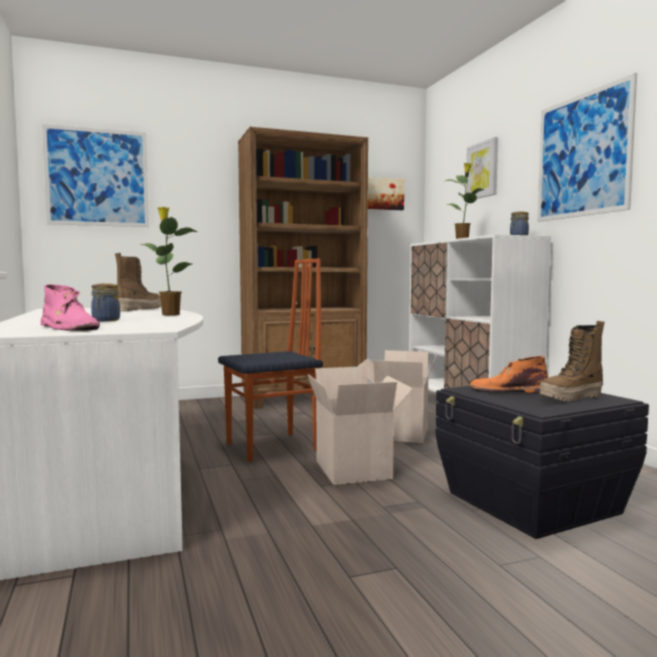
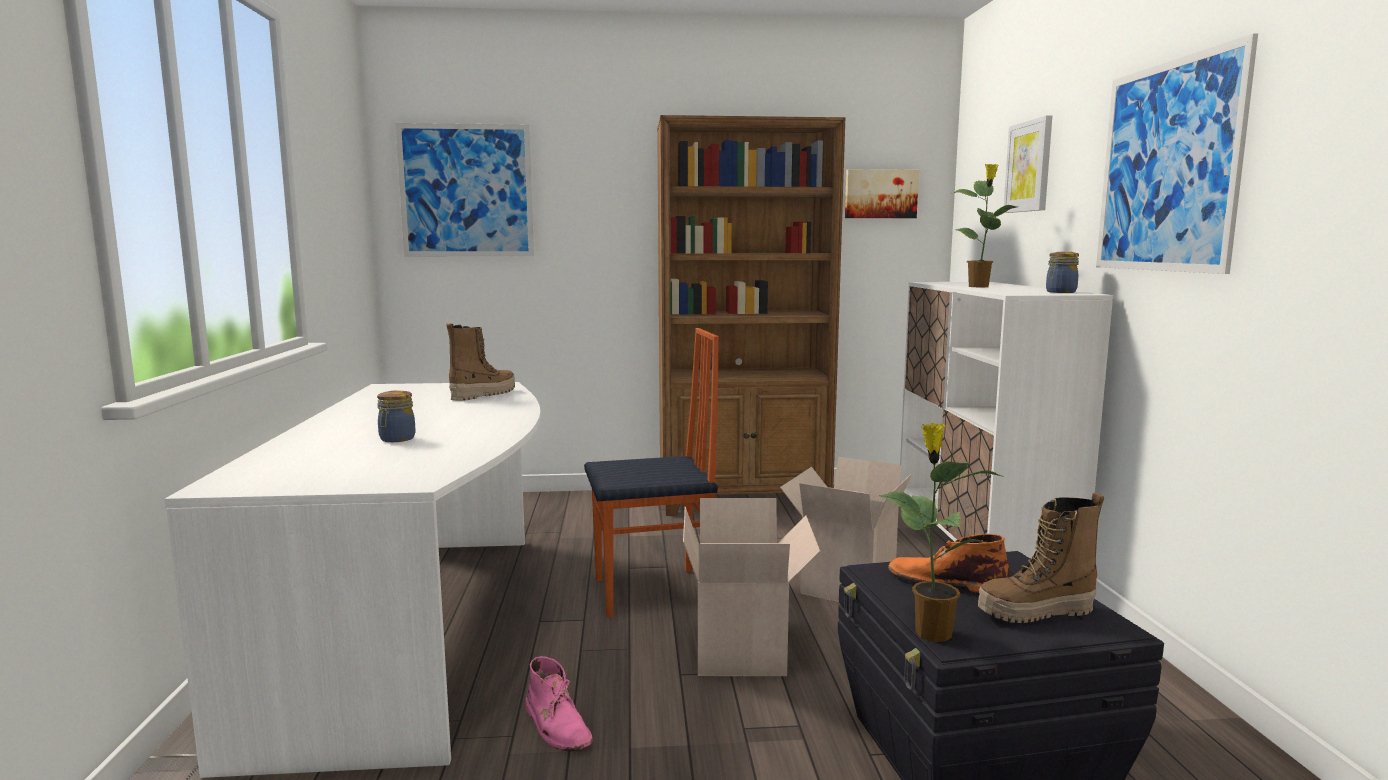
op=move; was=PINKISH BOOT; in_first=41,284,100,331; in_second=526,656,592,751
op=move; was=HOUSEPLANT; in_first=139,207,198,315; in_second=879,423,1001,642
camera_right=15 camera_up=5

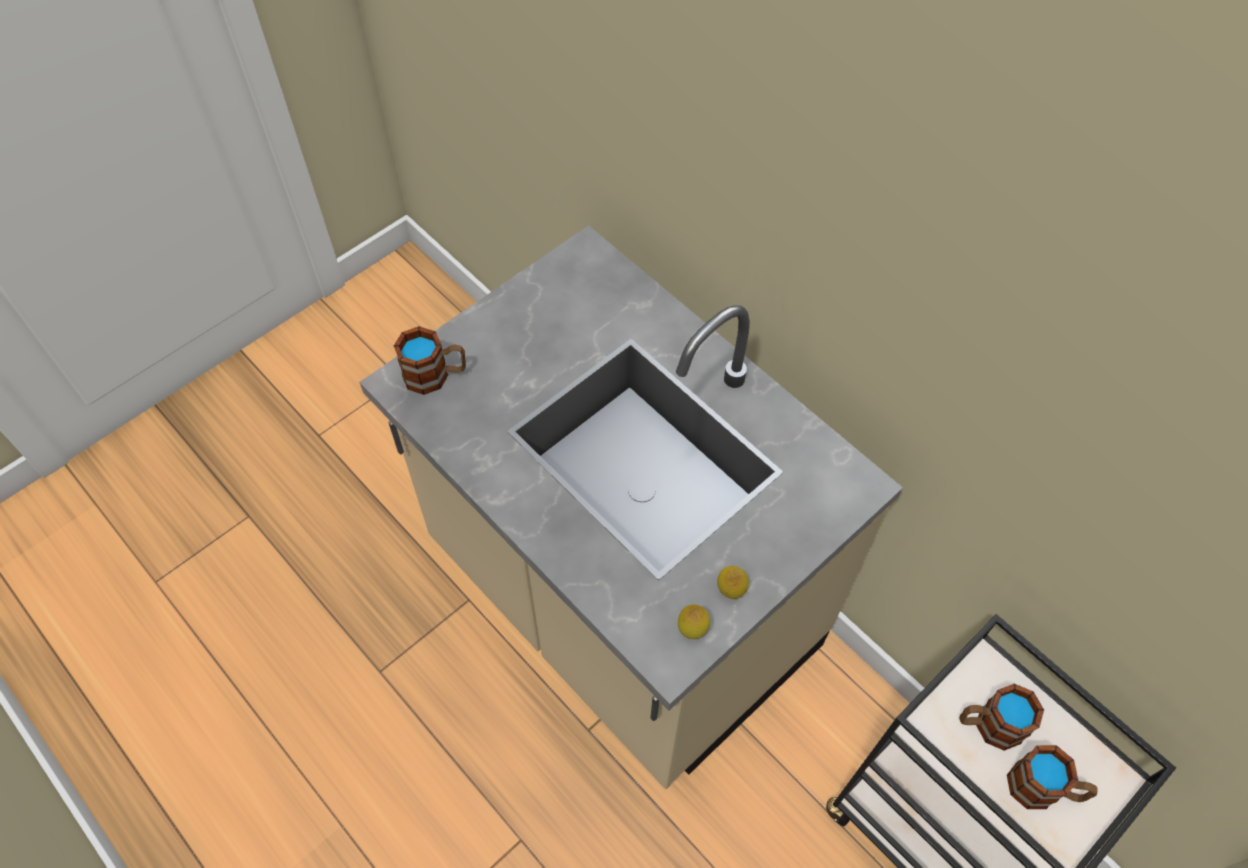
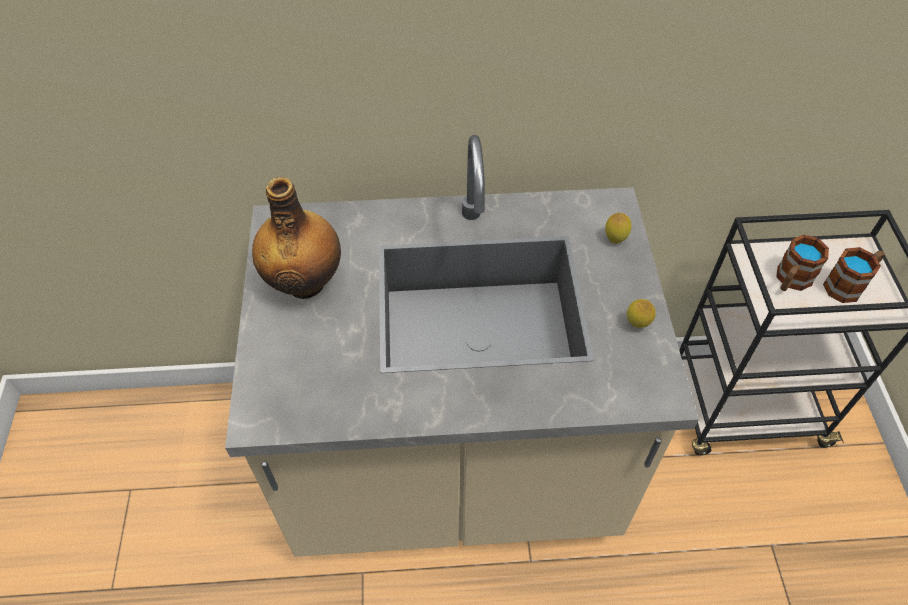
op=insert; now=BOTTLE; in_second=252,177,341,299
op=move; was=LEMON; in_first=678,604,710,639; in_second=605,213,632,244
op=delete; was=COFFEE MUG; in_first=394,326,466,395
camera_right=-50 camera_up=-5

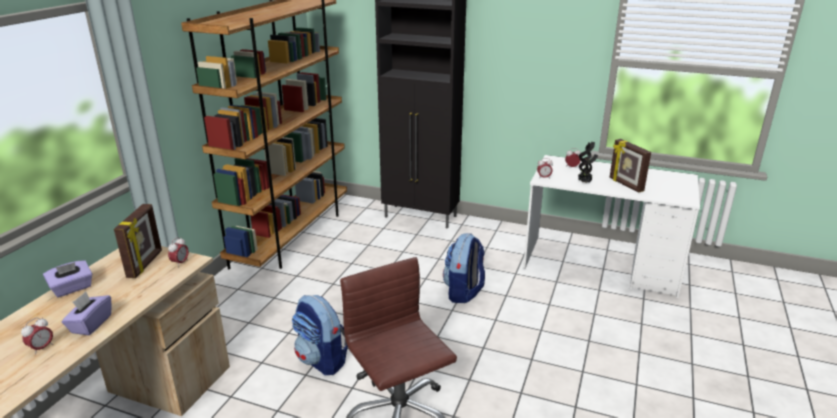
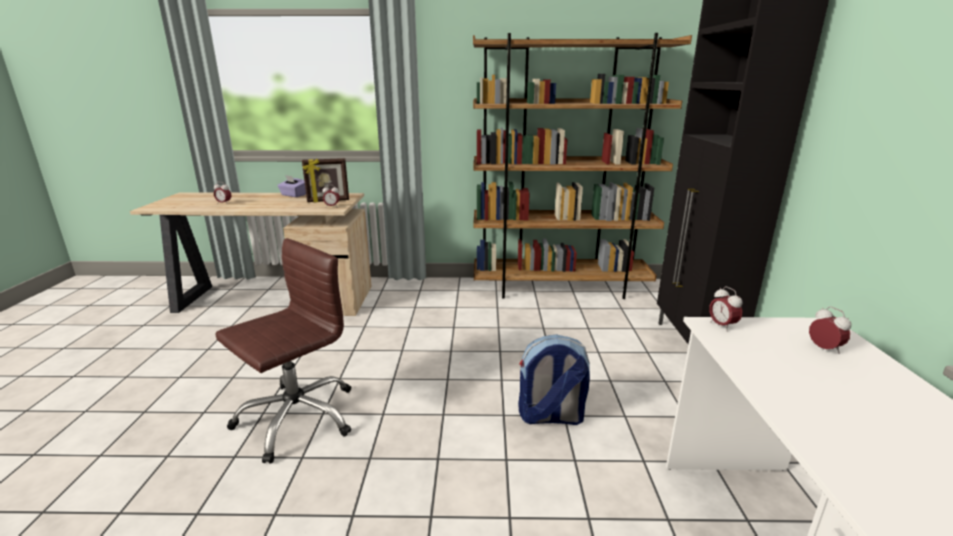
op=delete; was=PURPLE TISSUE BOX; in_first=62,292,112,335
op=delete; was=BACKPACK; in_first=292,295,348,375
op=delete; was=HOUSEPLANT; in_first=578,141,598,183
op=delete; was=PICTURE FRAME; in_first=609,139,651,193
camera_right=70 camera_up=-5

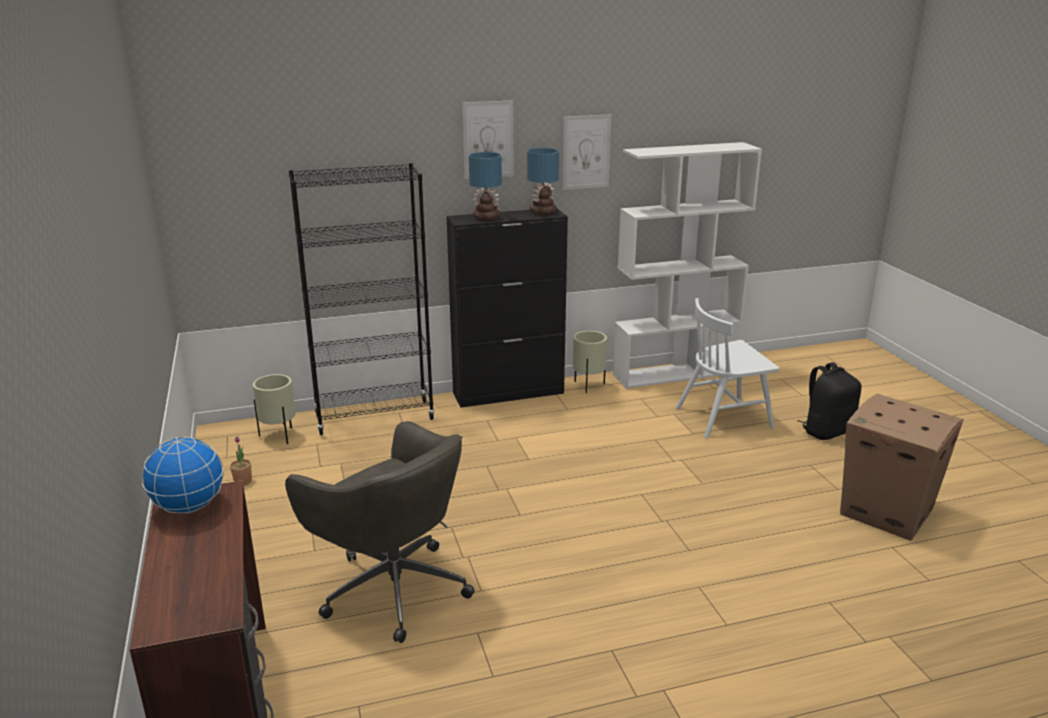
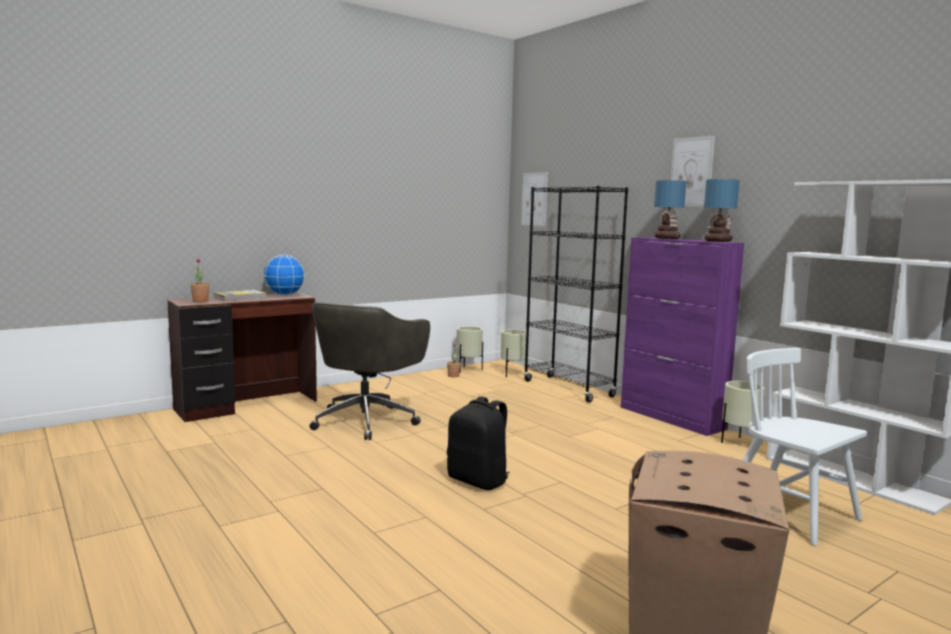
op=insert; now=HOUSEPLANT; in_second=191,257,209,302
op=insert; now=BOUND BOOK; in_second=214,290,266,302
op=move; was=BLACKISH BACKPACK; in_first=798,362,862,440; in_second=447,396,510,490
op=insert; now=BEIGE-COLOURED FLOWER POT; in_second=456,326,483,373
op=move; was=WALL PICTURE; in_first=563,114,611,190; in_second=521,172,548,226
op=recolor; was=BLACKISH STORAGE CABINET; now=PURPLE STORAGE CABINET; in_first=446,209,568,408; in_second=621,237,744,436
camera_right=70 camera_up=-15

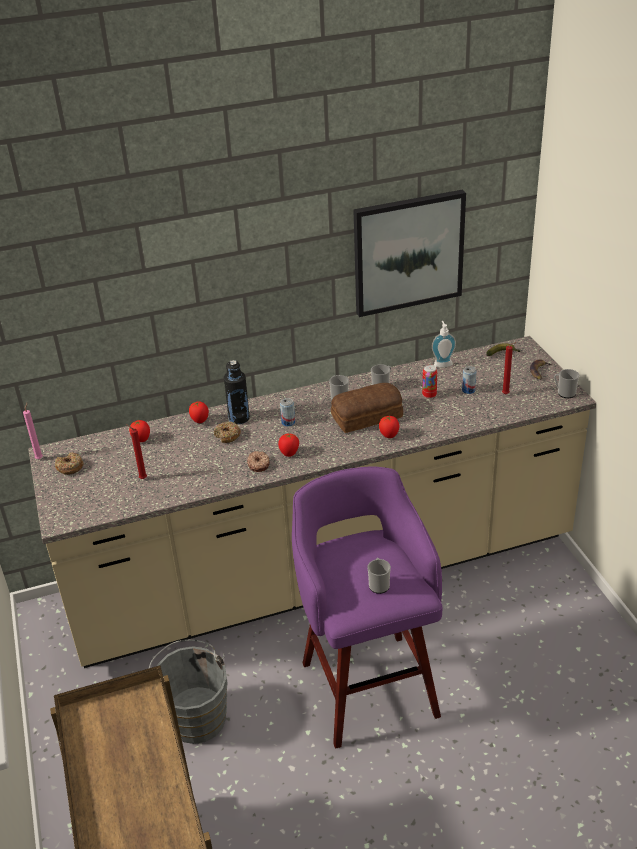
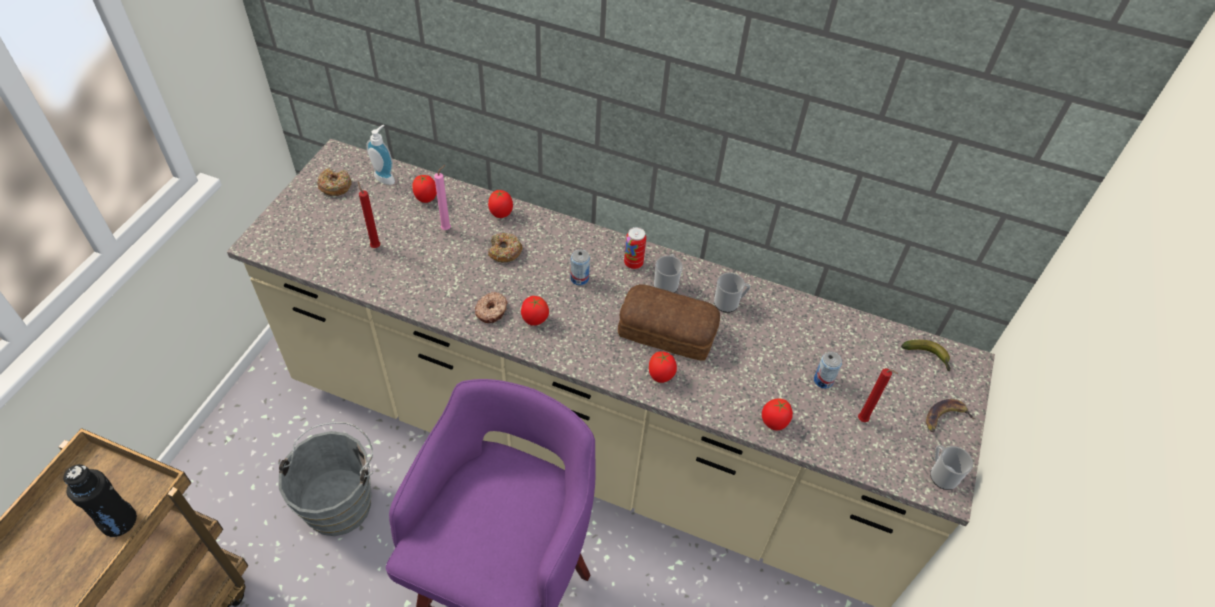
op=move; was=BLACKISH BOTTLE; in_first=224,360,250,424; in_second=63,464,137,537
op=move; was=SOAP BOTTLE; in_first=432,321,456,368; in_second=367,124,395,185
op=move; was=PINKISH WAX CANDLE; in_first=23,403,43,459; in_second=434,165,451,230
op=move; was=CAN; in_first=422,365,437,399; in_second=624,227,646,269
op=insert; now=TOMATO; in_second=762,399,793,430
op=delete; was=WALL PICTURE; in_first=353,190,466,317
op=delete; was=COFFEE MUG; in_first=367,558,391,594
camera_right=35 camera_up=15

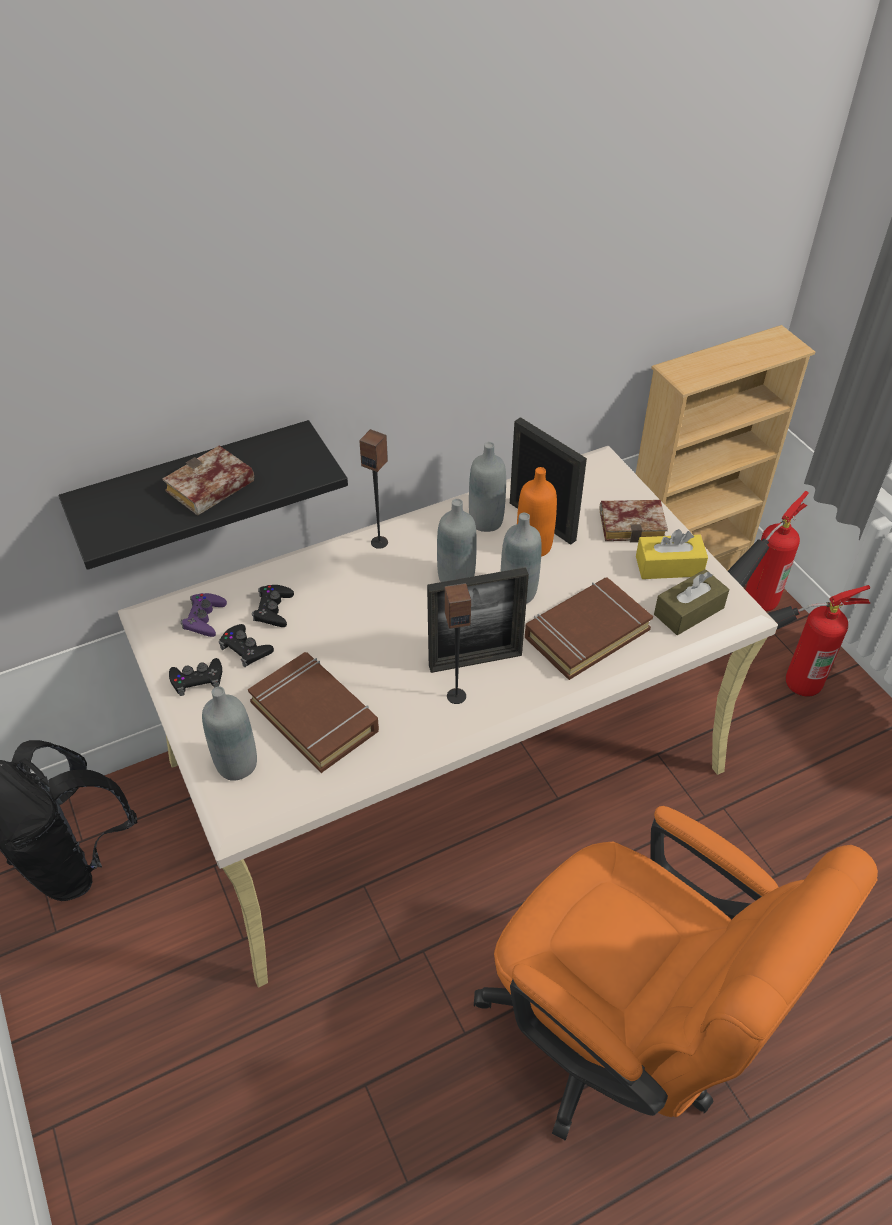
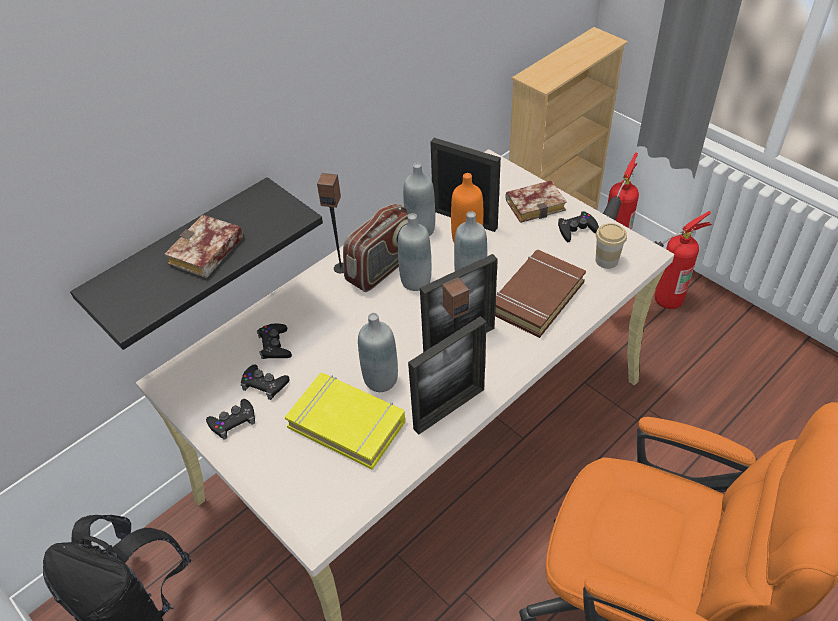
op=recolor; was=BROWN-COLOURED BOUND BOOK; now=YELLOW-COLOURED BOUND BOOK; in_first=248,652,379,773; in_second=285,373,405,470
op=insert; now=RADIO; in_second=343,204,409,292
op=move; was=GREY BOTTLE; in_first=202,686,257,781; in_second=358,313,398,392
op=insert; now=PICTURE FRAME; in_second=408,316,487,434
op=replace; was=YELLOW-COLOURED TISSUE BOX; now=BLACKISH GAME CONTROLLER; in_first=636,529,708,579; in_second=558,211,599,242
op=replace; was=BROWN-COLOURED TISSUE BOX; now=DRINKING CUP; in_first=654,569,729,635; in_second=596,223,627,269
op=delete; was=PURPLE GAME CONTROLLER; in_first=181,593,227,637
camera_right=-15 camera_up=0

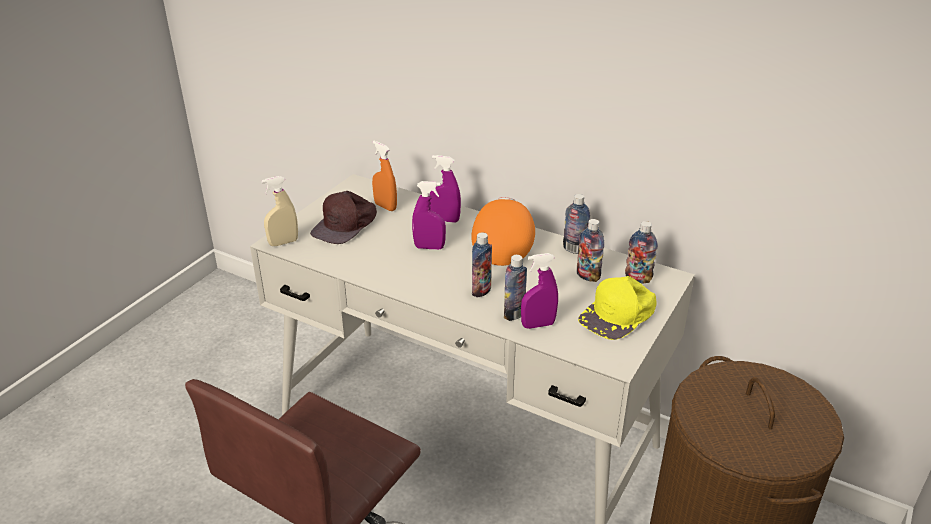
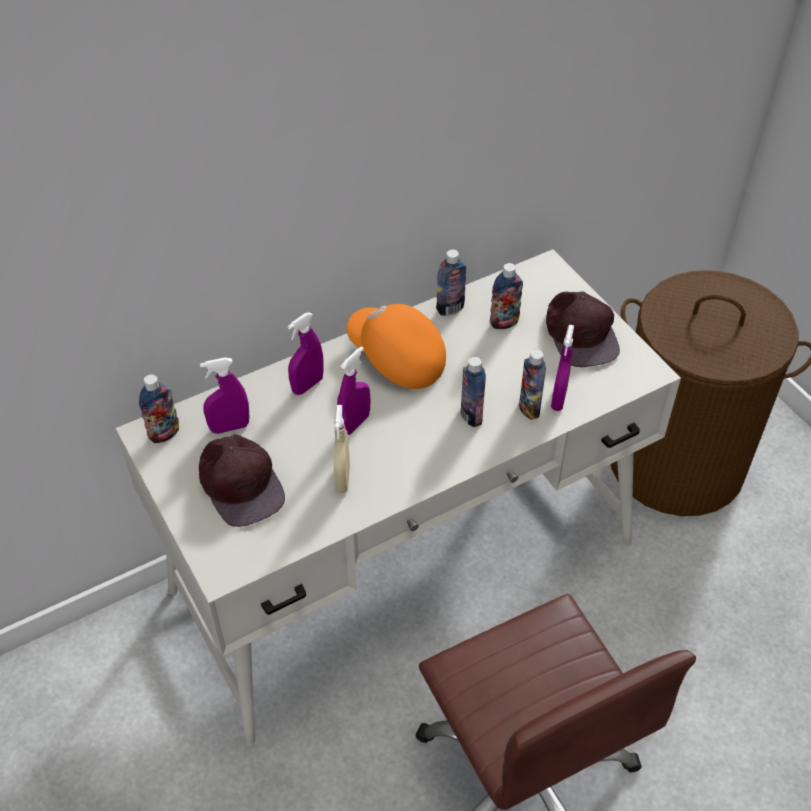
op=move; was=BOTTLE; in_first=625,221,658,283; in_second=139,374,179,443
op=recolor; was=ORANGE-COLOURED SPRAY BOTTLE; now=PURPLE SPRAY BOTTLE; in_first=372,141,397,211; in_second=200,357,249,434
op=move; was=BEIGE-COLOURED SPRAY BOTTLE; in_first=261,176,298,246; in_second=334,405,350,493
op=recolor; was=YELLOW-COLOURED BASEBALL CAP; now=BROWN-COLOURED BASEBALL CAP; in_first=578,276,657,340; in_second=546,291,620,367
camera_right=-60 camera_up=15

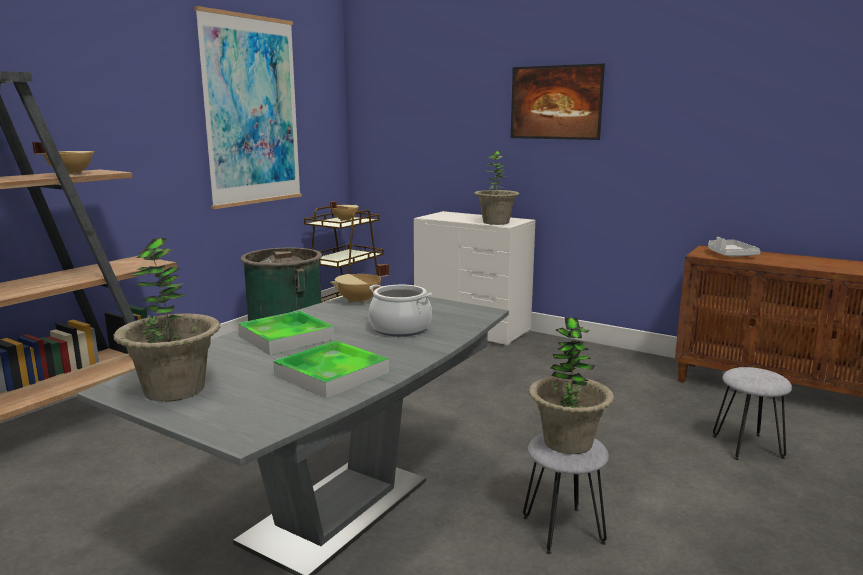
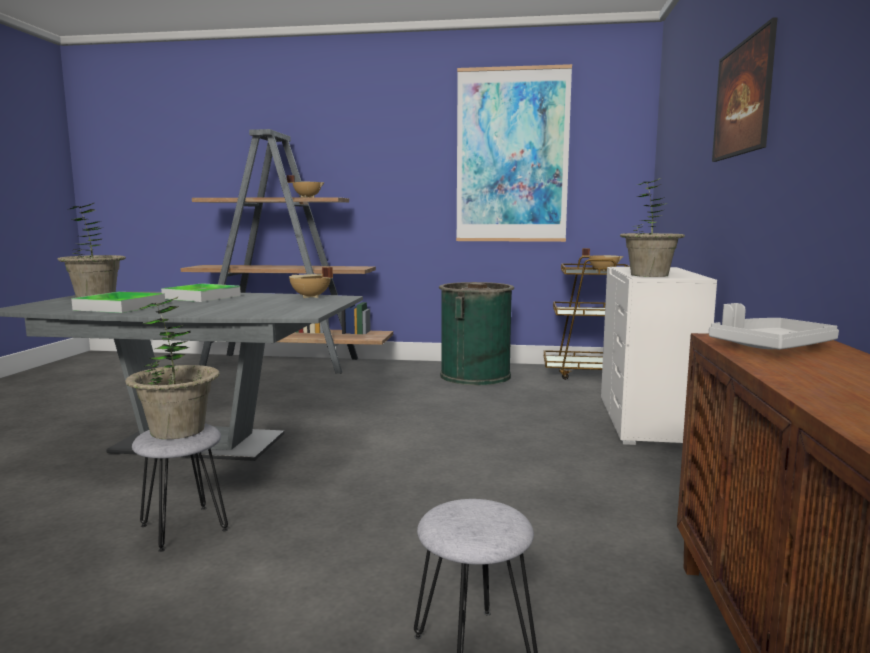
op=delete; was=STOCKPOT; in_first=369,284,432,337
camera_right=65 camera_up=-5

